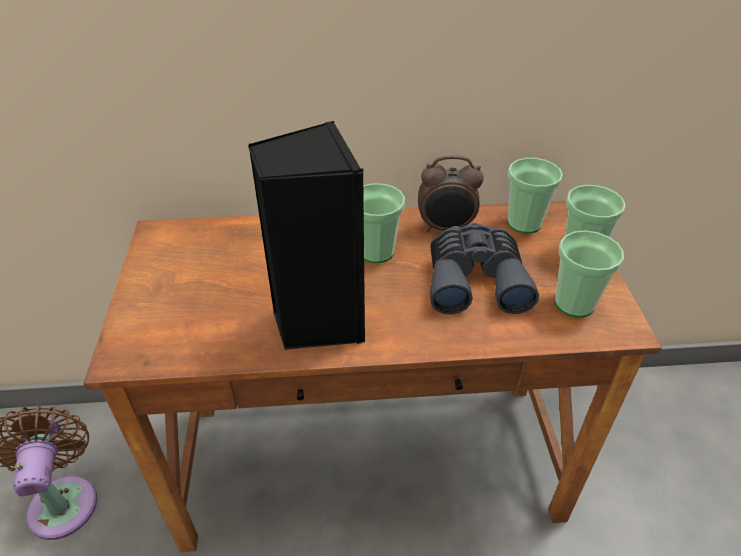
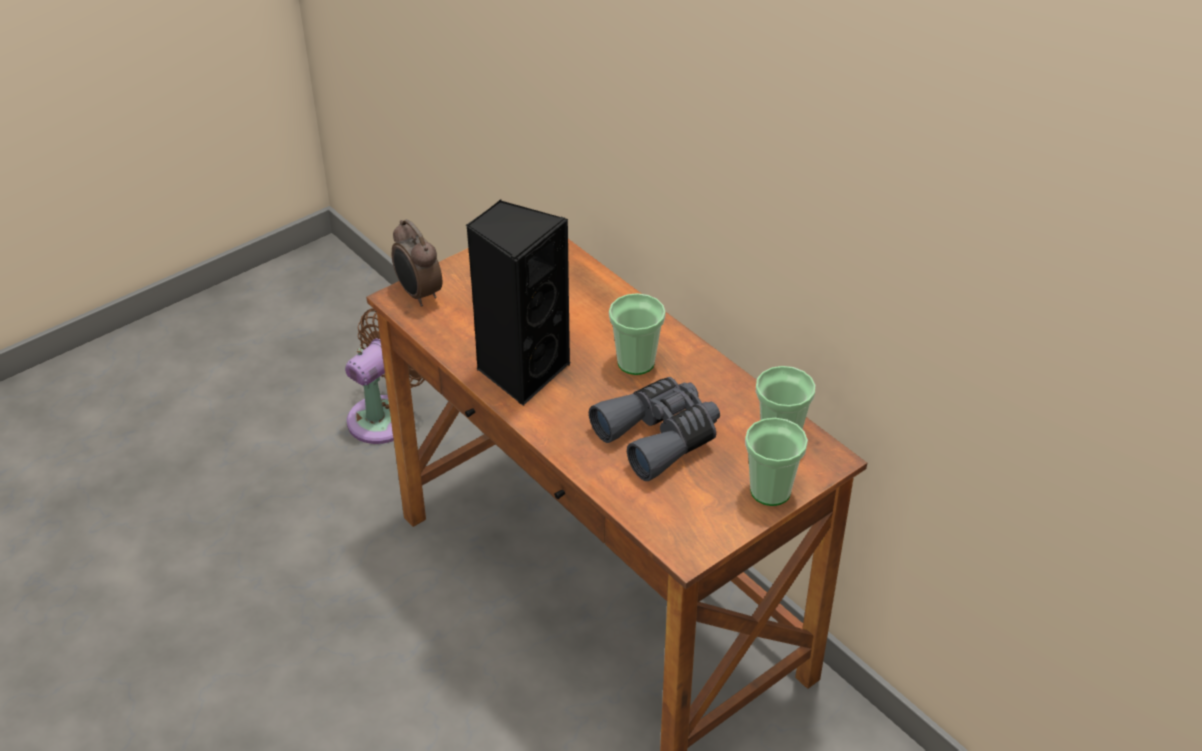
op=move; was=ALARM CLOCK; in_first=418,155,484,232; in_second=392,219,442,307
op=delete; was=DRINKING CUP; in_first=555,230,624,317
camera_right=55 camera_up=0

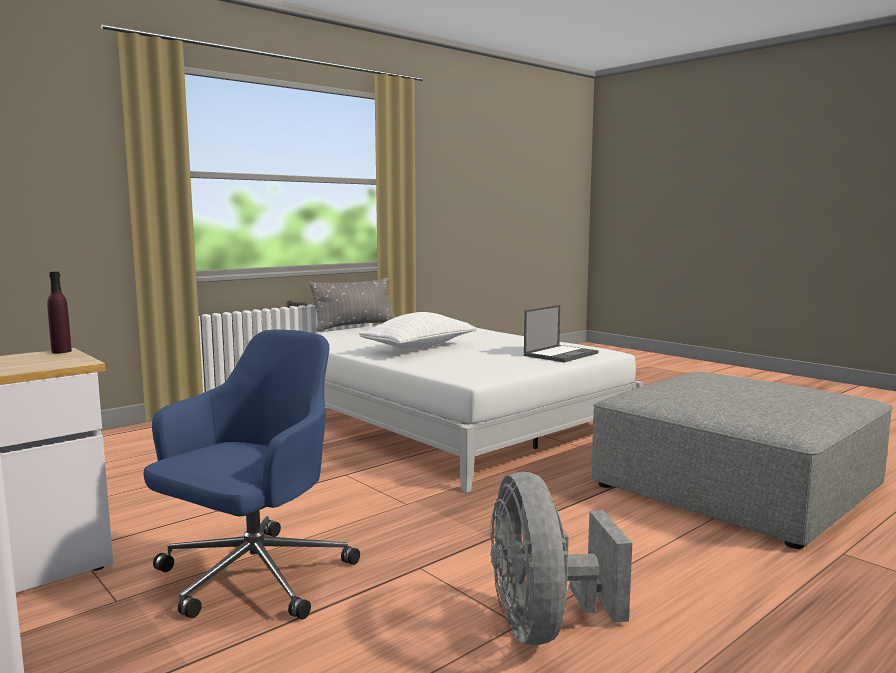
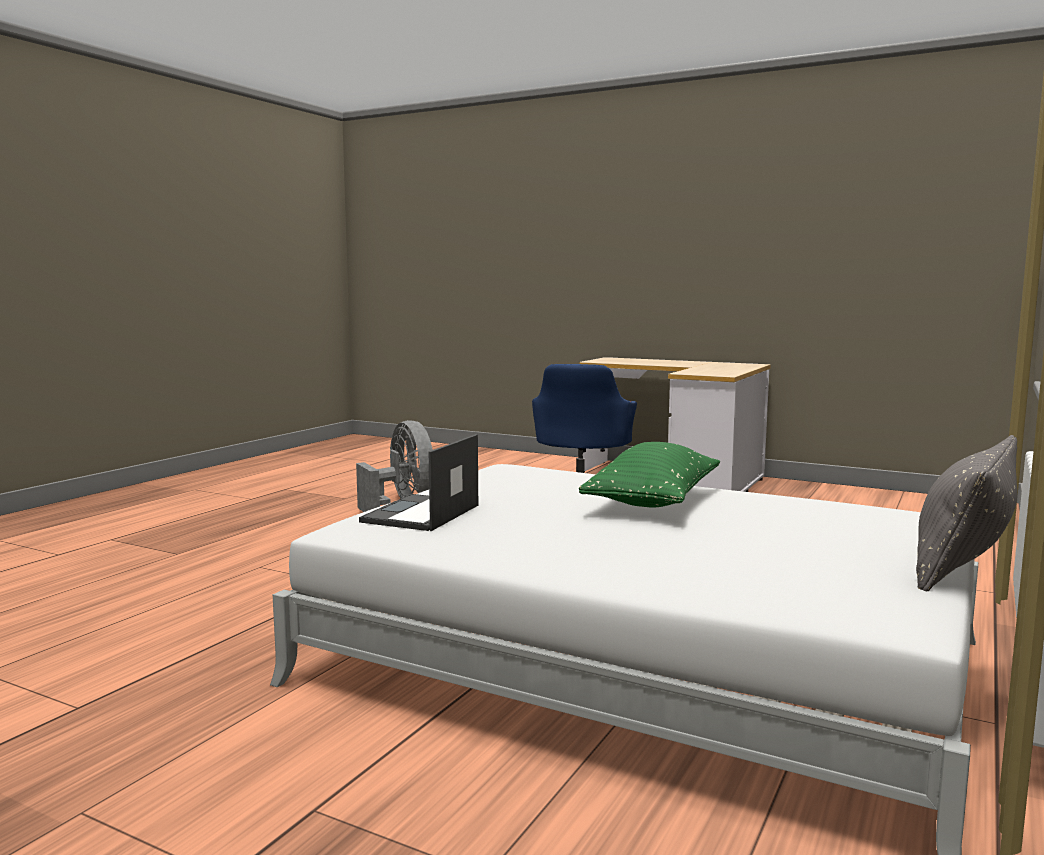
op=recolor; was=WHITE THROW PILLOW; now=GREENISH THROW PILLOW; in_first=359,312,476,350; in_second=579,442,720,508
op=delete; was=PURPLE BOTTLE; in_first=47,271,72,353
op=delete; was=GREY POUFFE; in_first=592,372,893,549
camera_right=160 camera_up=0

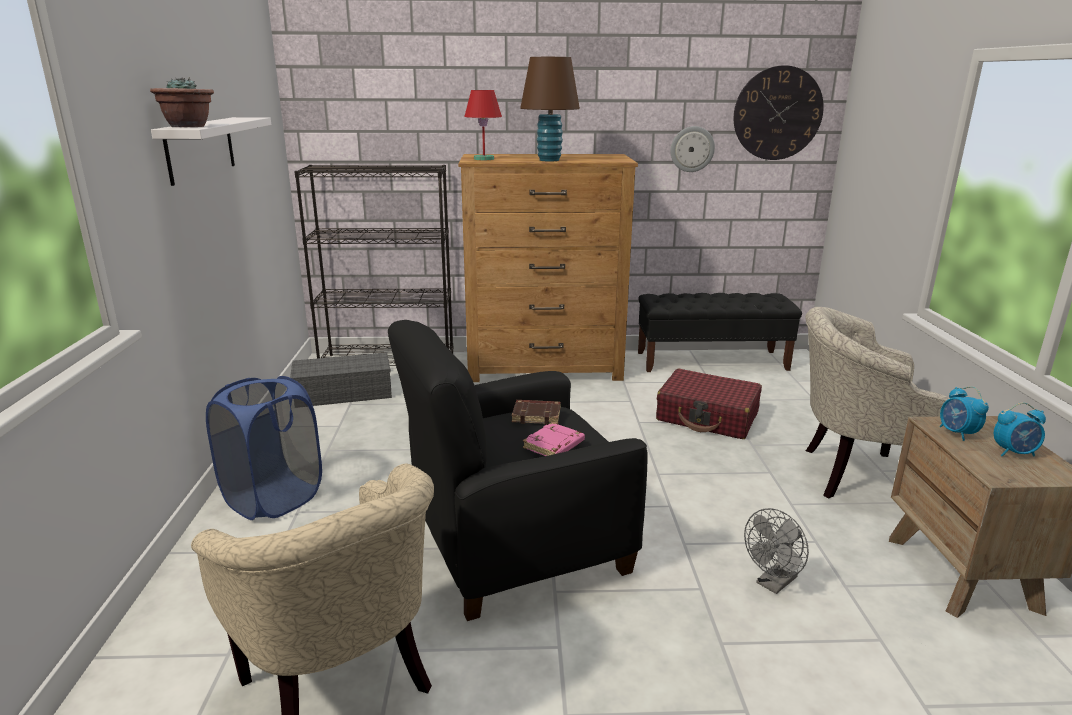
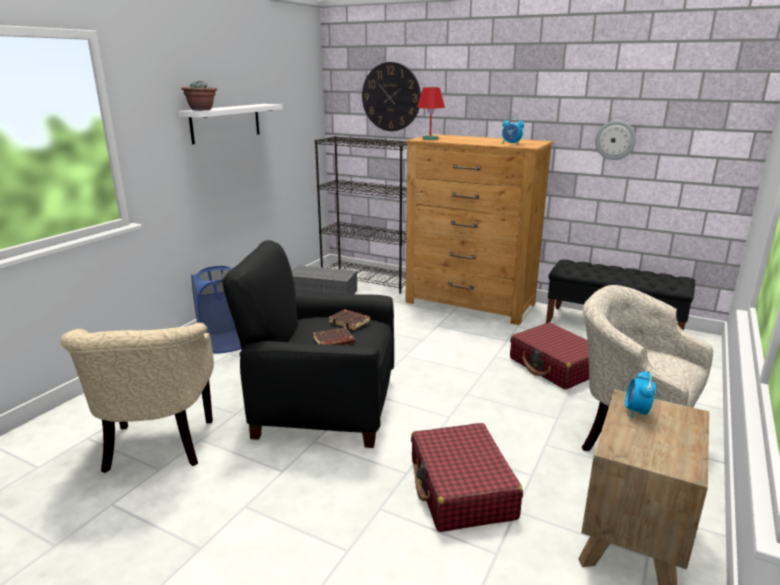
op=recolor; was=PINKISH BOUND BOOK; now=BROWN-COLOURED BOUND BOOK; in_first=523,422,585,456; in_second=313,327,355,345
op=move; was=CLOCK ON THE WALL; in_first=734,65,824,160; in_second=362,62,421,131
op=replace; was=GREY ELECTRIC FAN; now=REDDISH TRAVEL CASE; in_first=744,508,809,594; in_second=411,423,523,532
op=move; was=ALARM CLOCK; in_first=994,402,1046,456; in_second=502,117,524,145
op=delete; was=BROWN-COLOURED TABLETOP LAMP; in_first=520,57,580,162
camera_right=30 camera_up=0

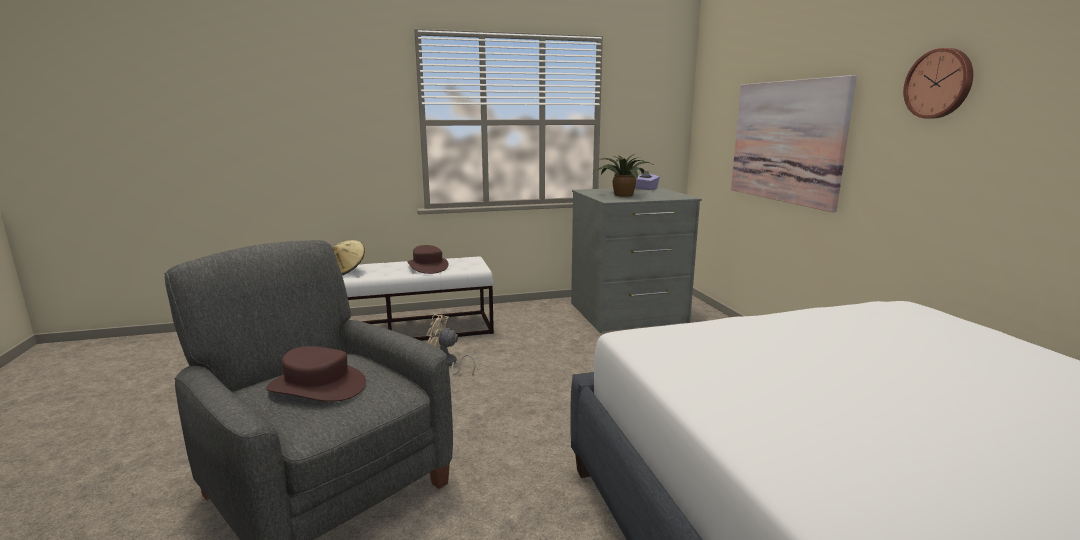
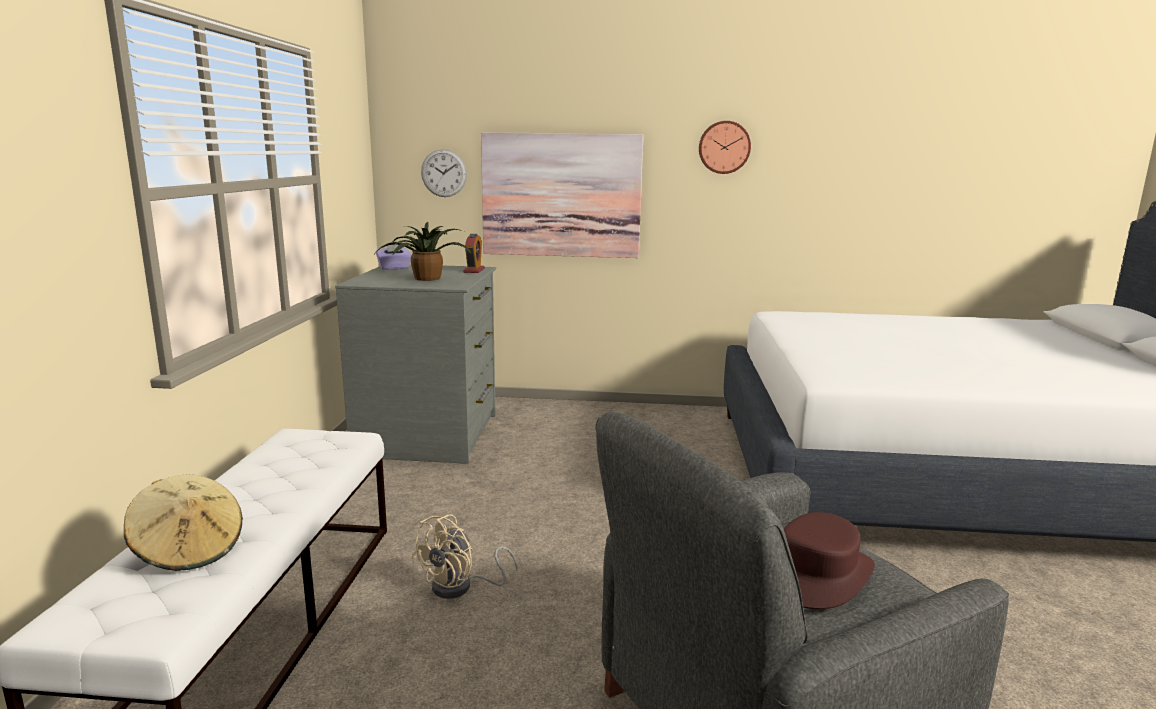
op=insert; now=CLOCK ON THE WALL; in_second=421,149,467,197
op=insert; now=ALARM CLOCK; in_second=463,234,485,273
op=delete; was=BROWN-COLOURED HAT; in_first=407,245,449,274
camera_right=-70 camera_up=0

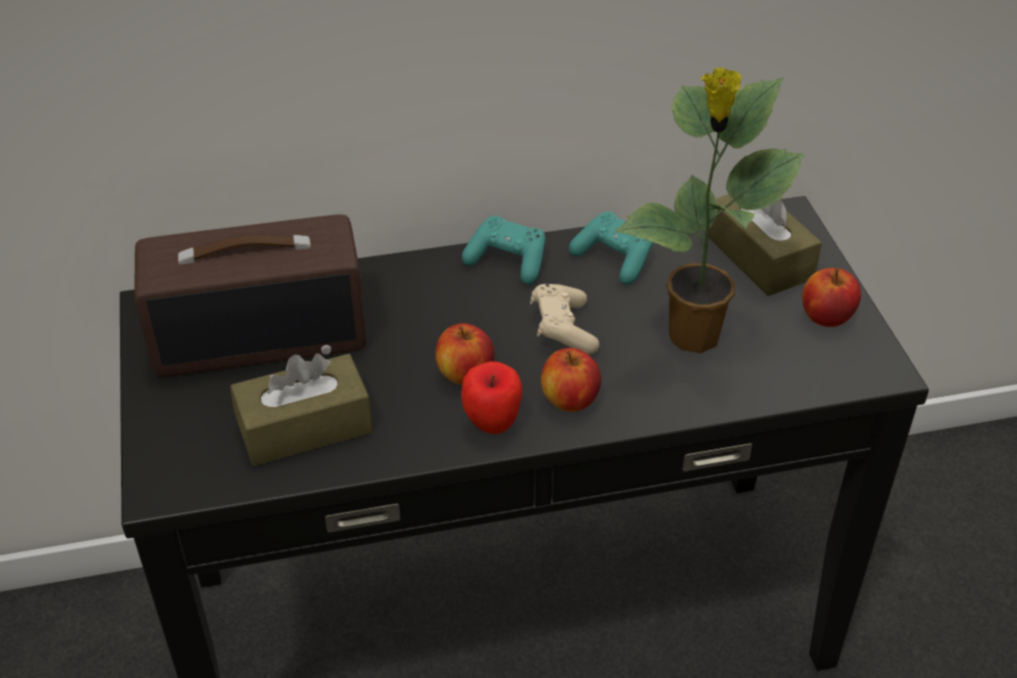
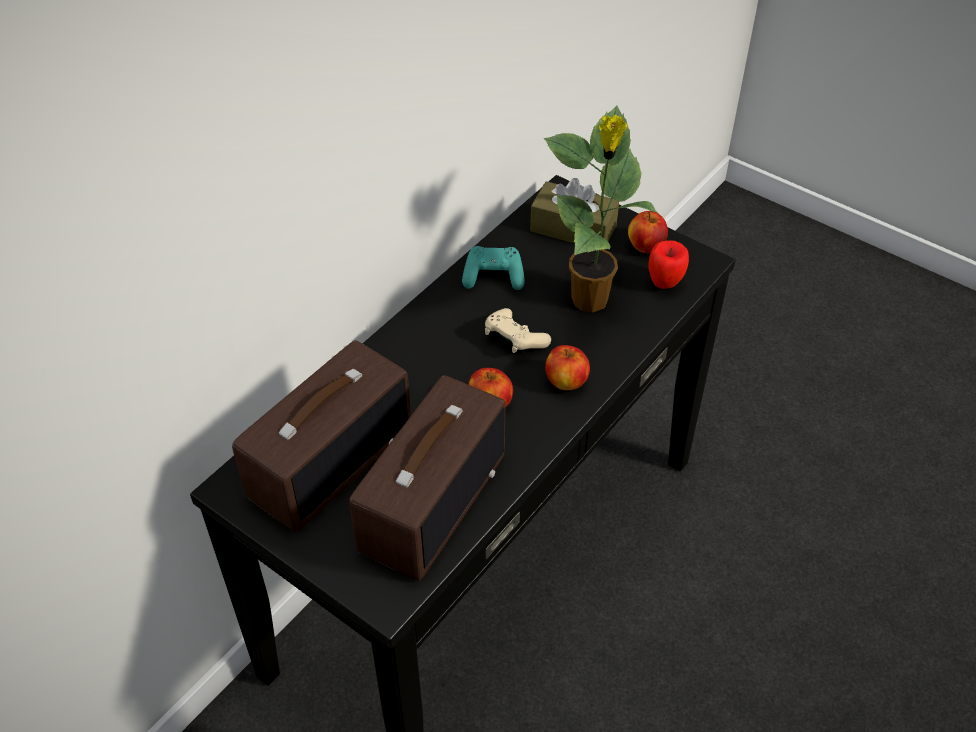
op=replace; was=BROWN-COLOURED TISSUE BOX; now=RADIO; in_first=230,353,373,466; in_second=349,375,506,580
op=move; was=WHOLE APPLE; in_first=461,361,522,434; in_second=649,240,689,289
op=delete; was=TURQUOISE-COLOURED GAME CONTROLLER; in_first=462,216,545,285
camera_right=-40 camera_up=5

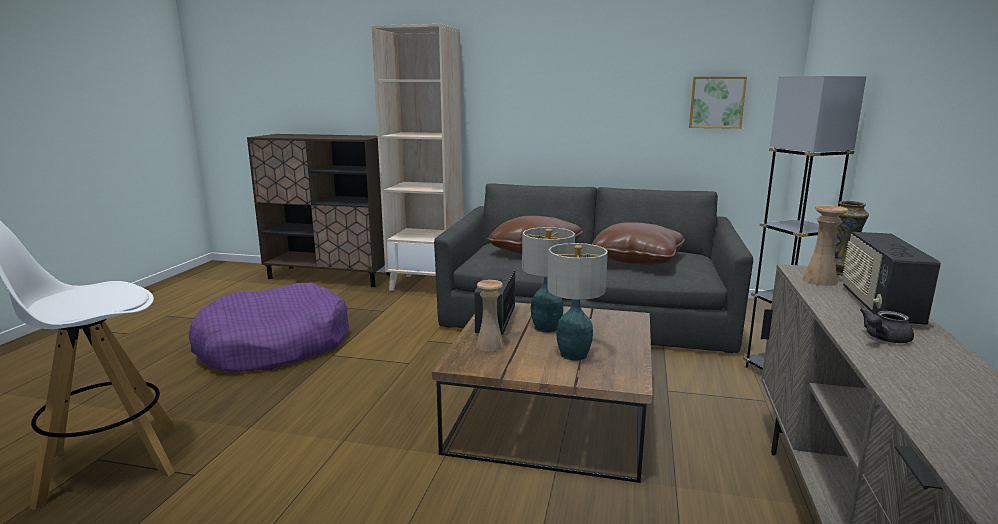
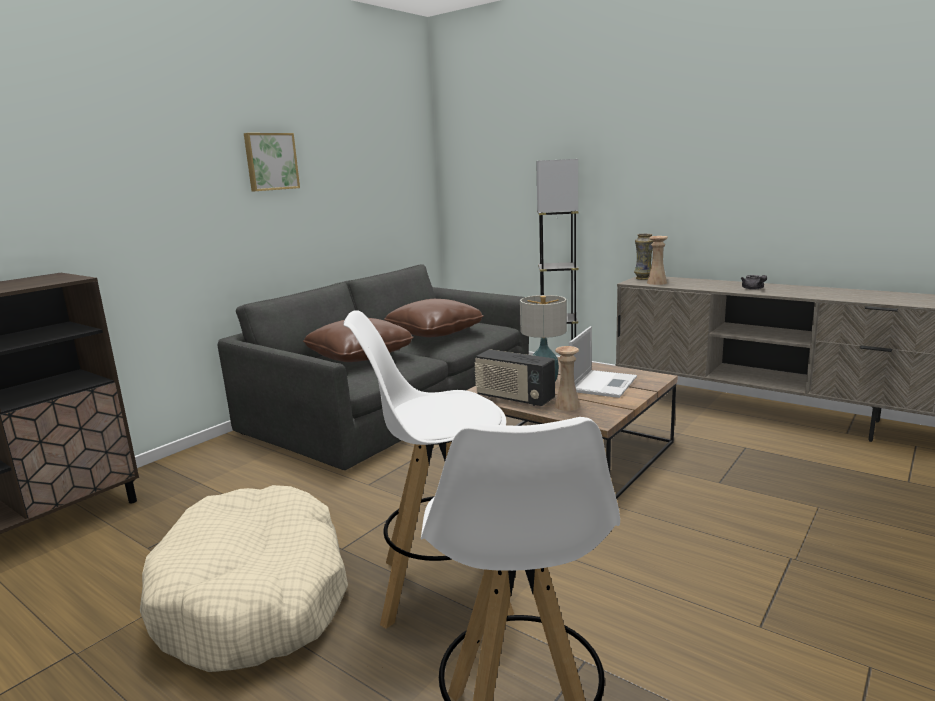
op=recolor; was=PURPLE DOG CUSHION; now=BEIGE-COLOURED DOG CUSHION; in_first=189,283,349,373; in_second=140,485,348,672
op=move; was=WALL PICTURE; in_first=689,77,747,129; in_second=244,133,300,191
op=insert; now=WHITE STOOL SEAT; in_second=343,310,514,628
op=replace; was=TABLETOP LAMP; now=LAPTOP; in_first=547,243,608,361; in_second=569,326,637,398
op=delete; was=BEIGE-COLOURED BOOKCASE; in_first=371,24,463,291
op=delete; was=RADIO; in_first=842,232,941,325
camera_right=-65 camera_up=0

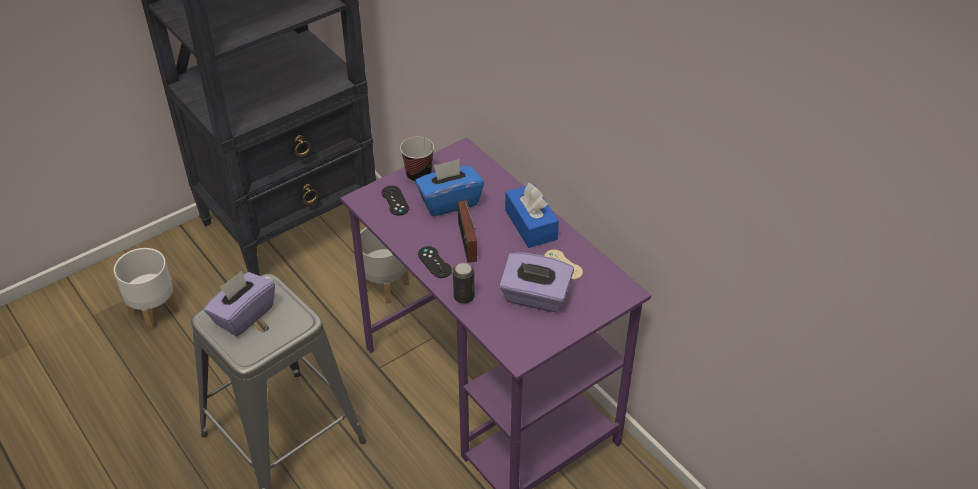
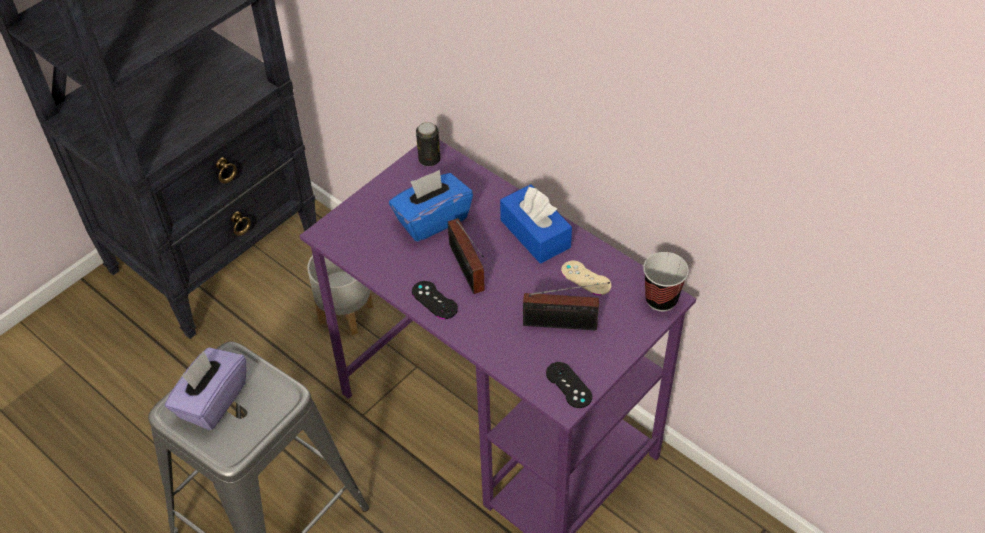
op=move; was=CAN; in_first=453,263,474,304; in_second=416,122,440,166
op=replace; was=PURPLE TISSUE BOX; now=RADIO; in_first=499,252,574,312; in_second=523,282,610,330
op=move; was=BLACKISH GAME CONTROLLER; in_first=382,186,409,215; in_second=546,362,592,408
op=move; was=DRINKING CUP; in_first=400,136,434,183; in_second=643,252,689,312
op=delete; was=WHITE FLOWER POT; in_first=114,248,179,330
camera_right=-10 camera_up=5

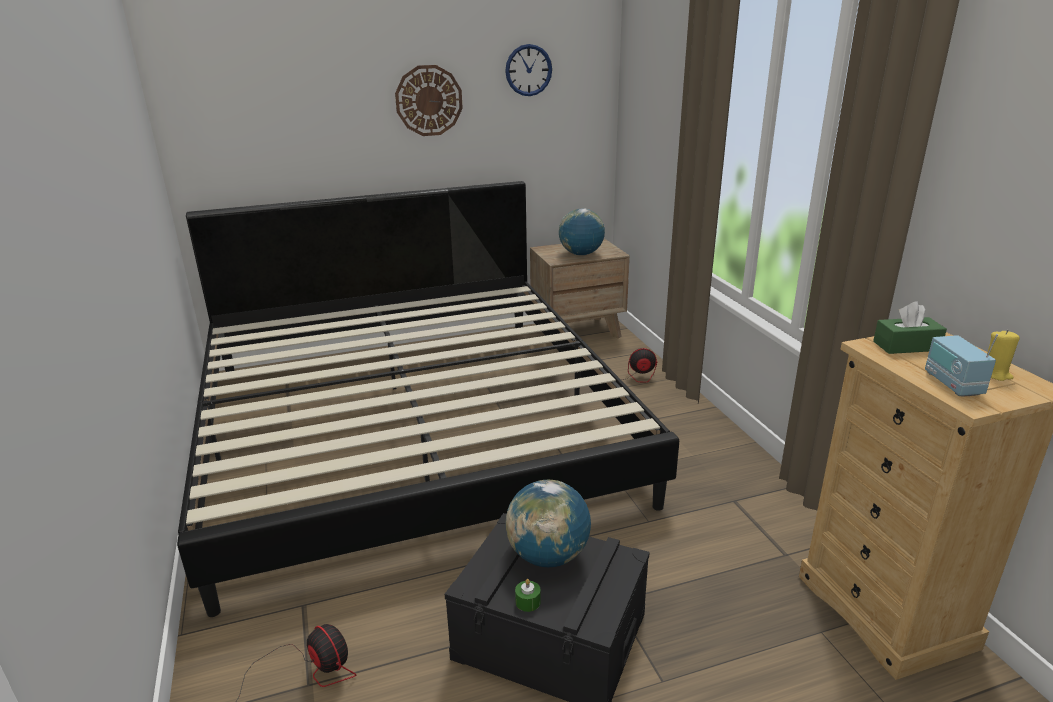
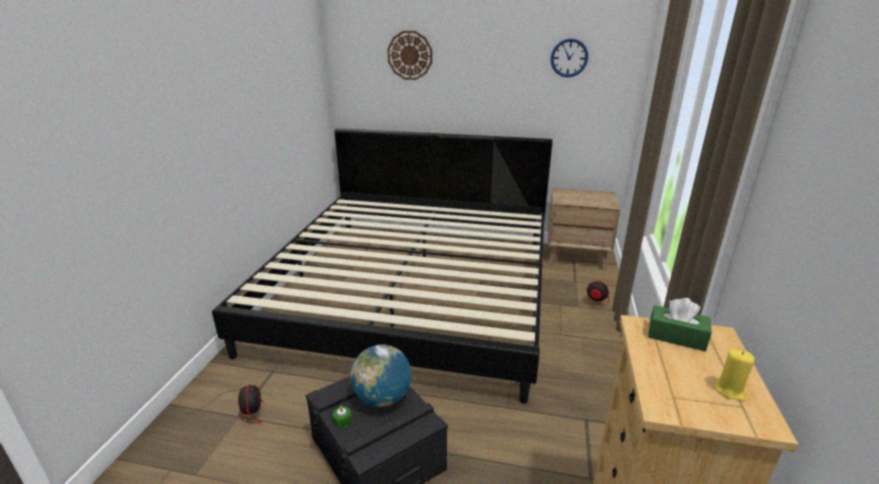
op=move; was=CLOCK ON THE WALL; in_first=395,65,463,136; in_second=387,31,432,80
op=delete; was=GLOBE; in_first=559,209,605,255
op=delete; was=RADIO; in_first=925,334,998,396
camera_right=30 camera_up=0

